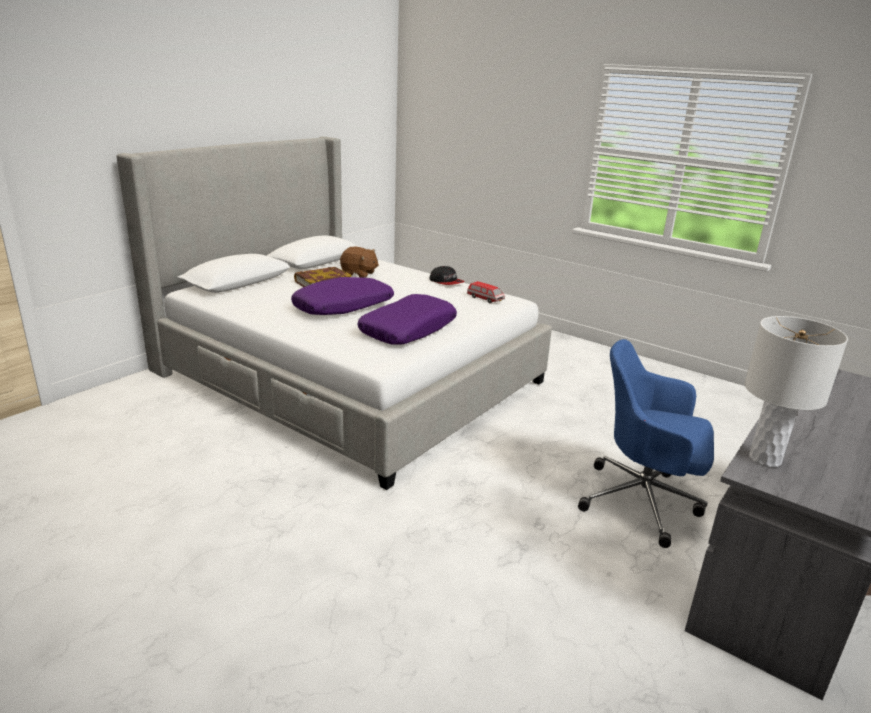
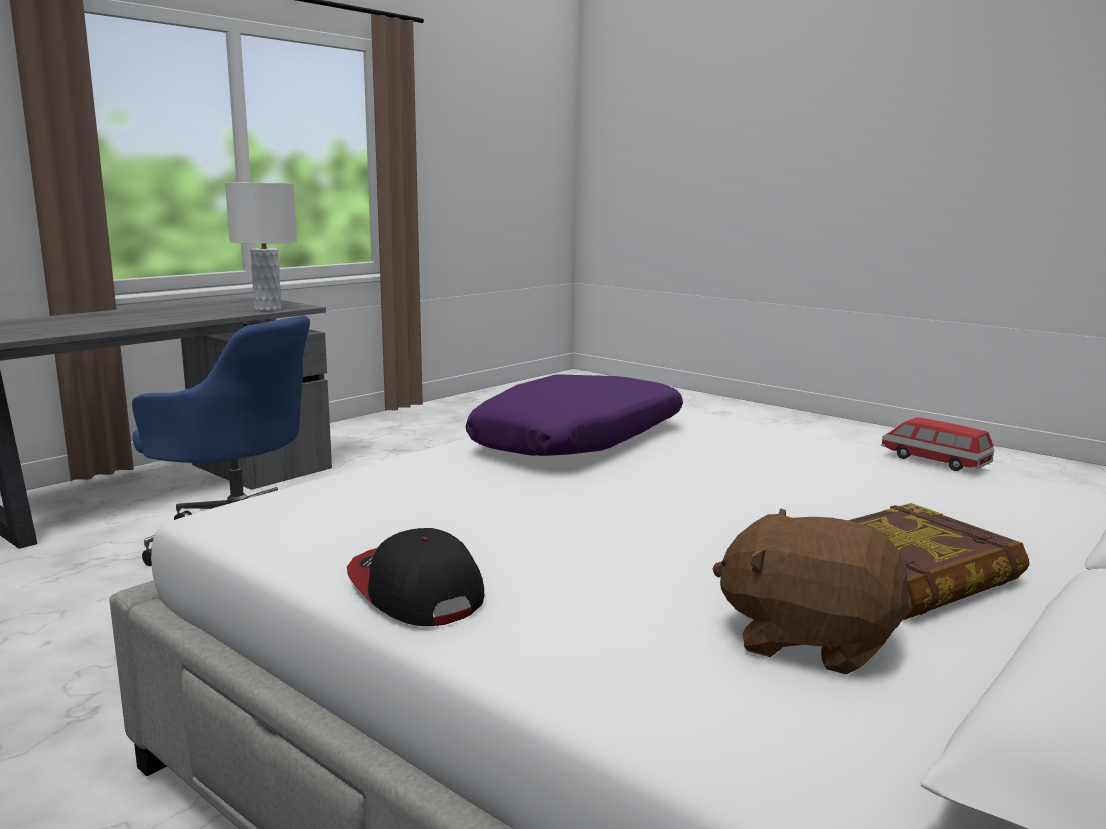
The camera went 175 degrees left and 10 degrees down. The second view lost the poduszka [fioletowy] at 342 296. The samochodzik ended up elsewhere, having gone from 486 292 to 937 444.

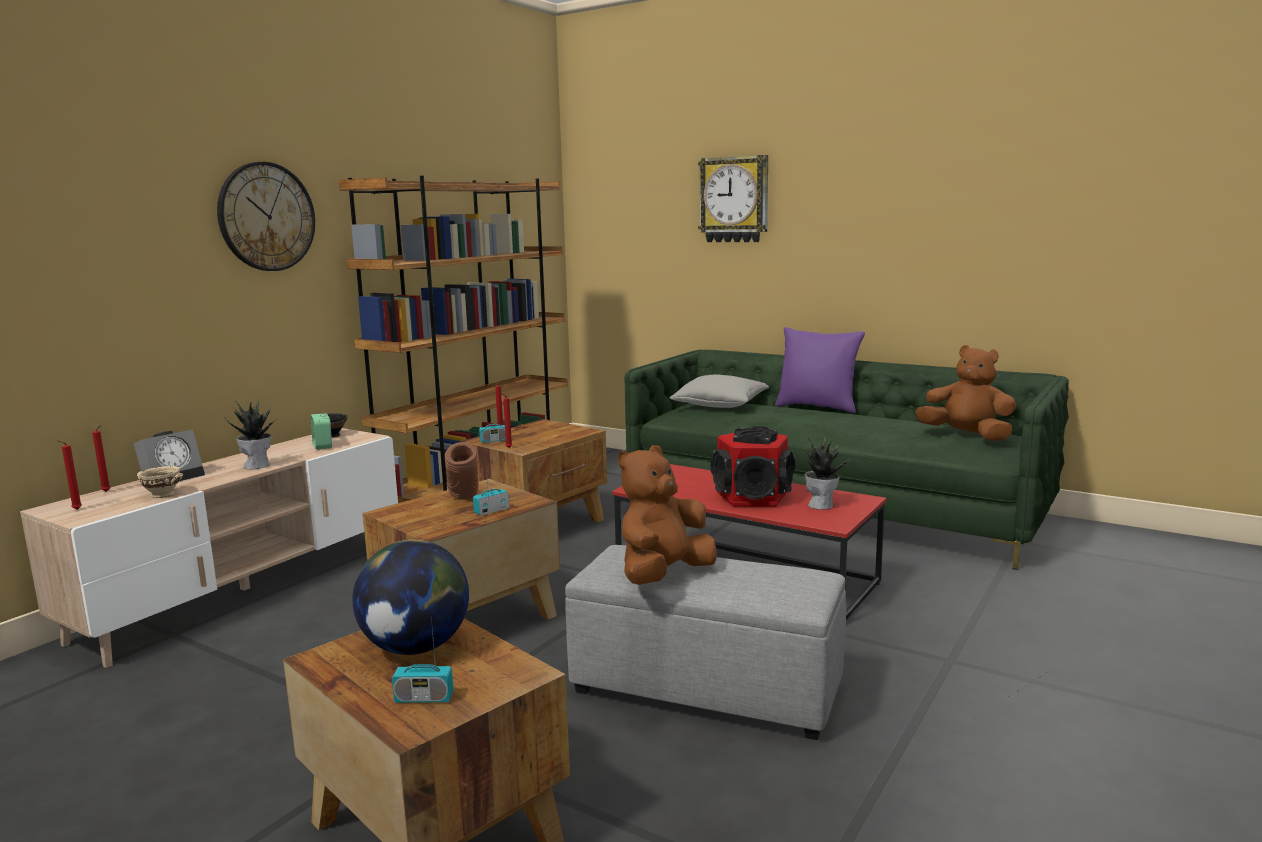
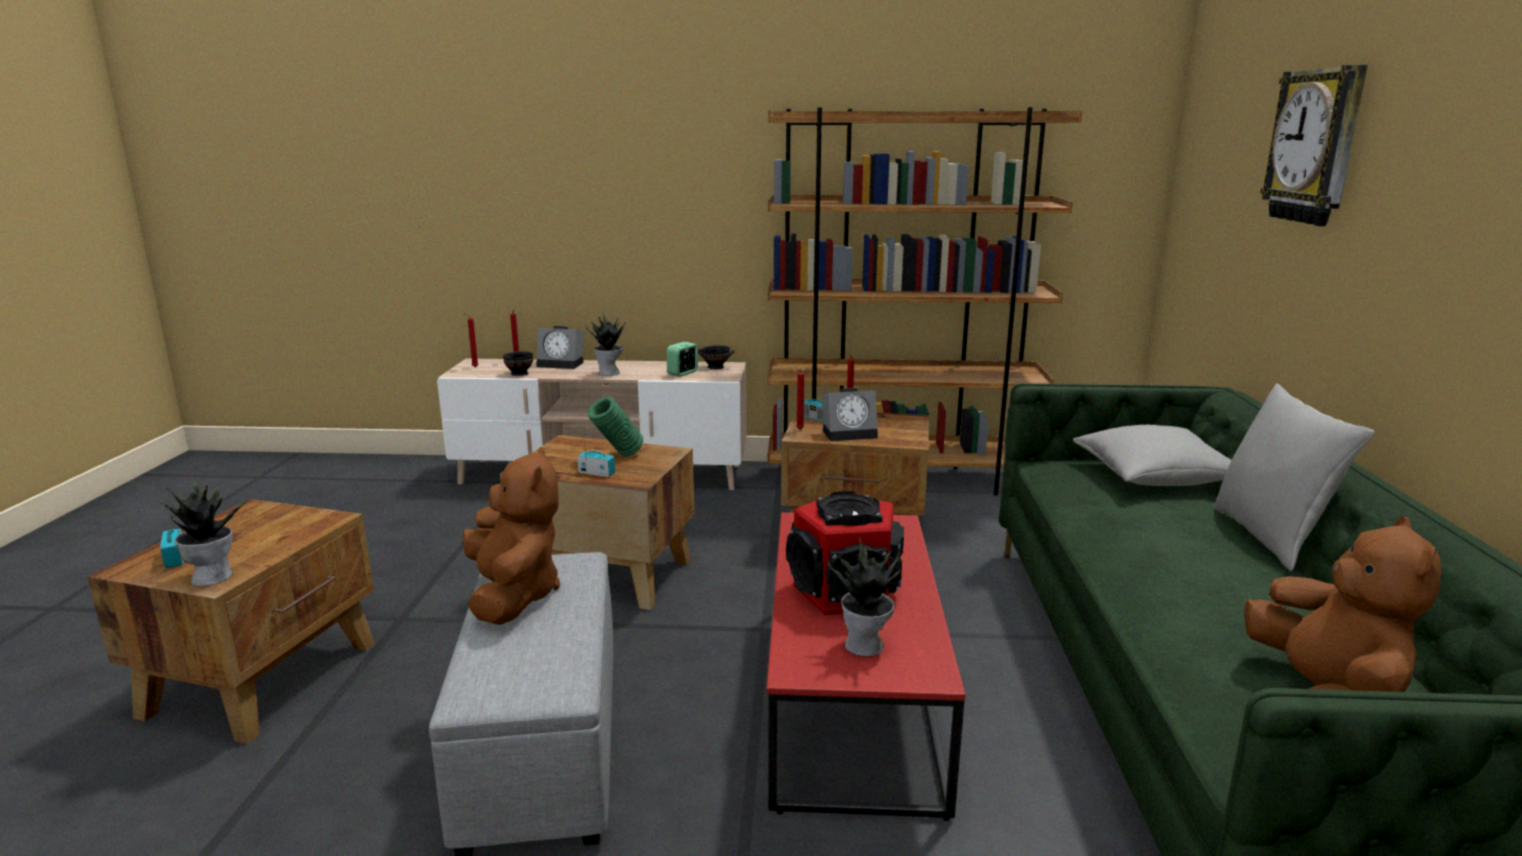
The camera went 60 degrees right and 5 degrees up. What was the miska [beżowy] at 160 482 turned into the miska [czarny] at 518 363. The second view lost the zegar ścienny at 266 216. The second view lost the globus at 410 597. What was the wazon [brązowy] at 462 470 turned into the wazon [zielony] at 615 426. The pluszak [brązowy] at 667 515 ended up facing another way, 60 degrees clockwise from before. What was the poduszka [fioletowy] at 820 370 turned into the poduszka [szary] at 1293 477. The second view gained the roślina doniczkowa at 204 531. The second view gained the budzik at 850 414.

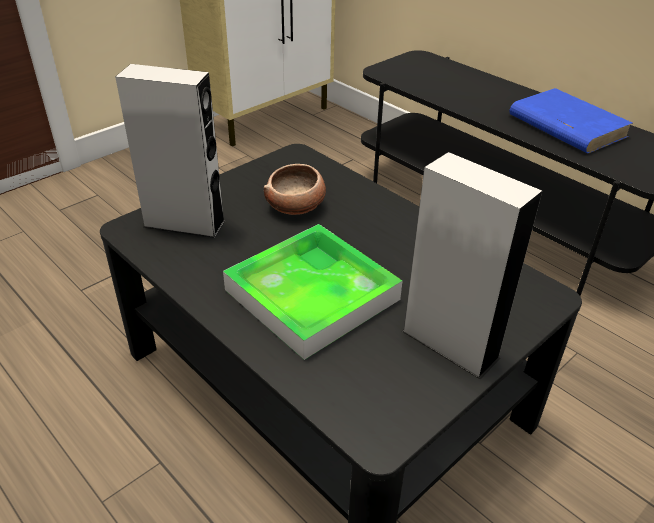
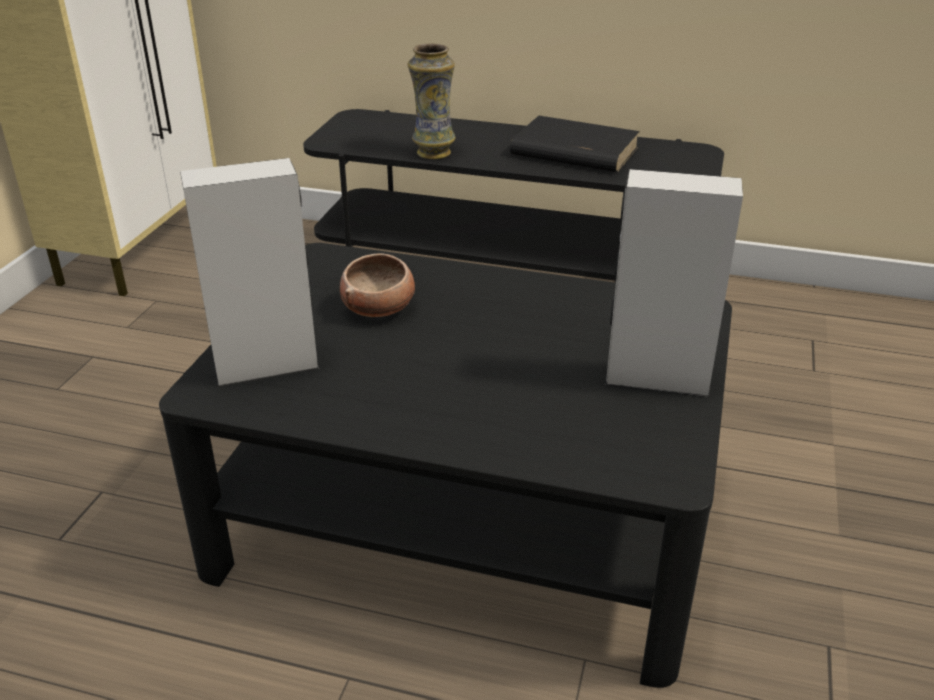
The camera went 30 degrees left and 5 degrees down. The second view lost the taca at 312 292. What was the książka [niebieski] at 571 121 turned into the książka [czarny] at 575 144. The second view gained the wazon at 432 101.

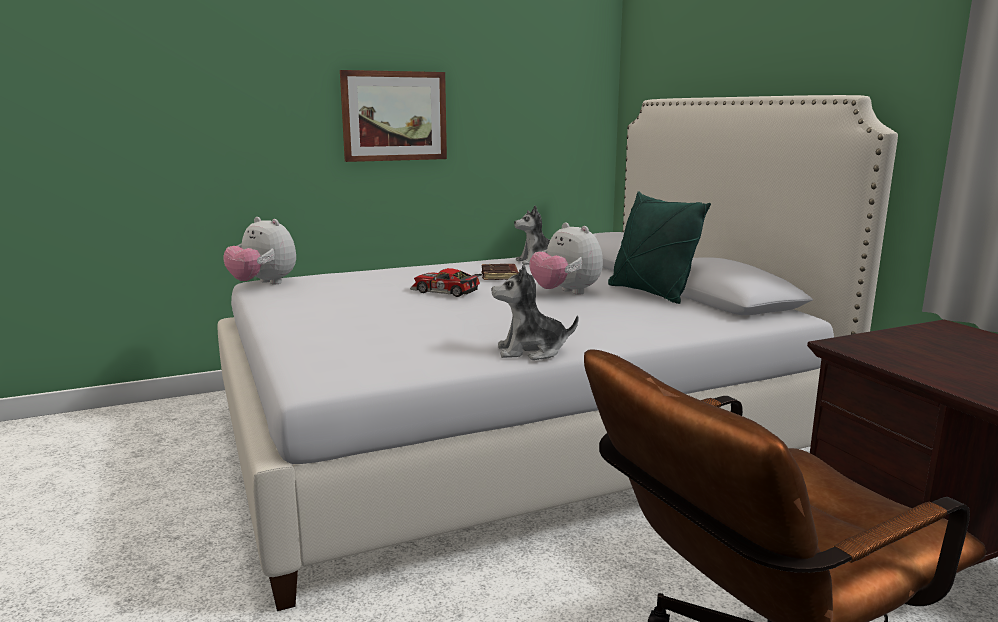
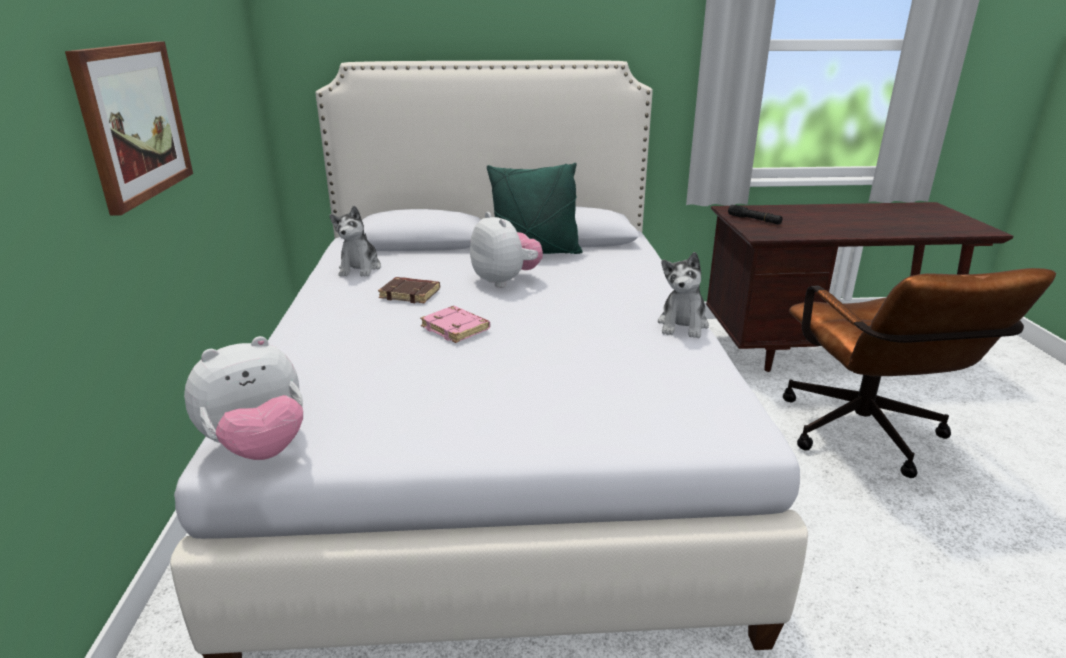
The camera went 70 degrees left and 10 degrees up. Where the samochodzik stood at 446 282, the książka [różowy] came to stand at 455 324. The pluszak at 566 258 ended up facing another way, 105 degrees counterclockwise from before. The second view gained the latarka [czarny] at 755 214.

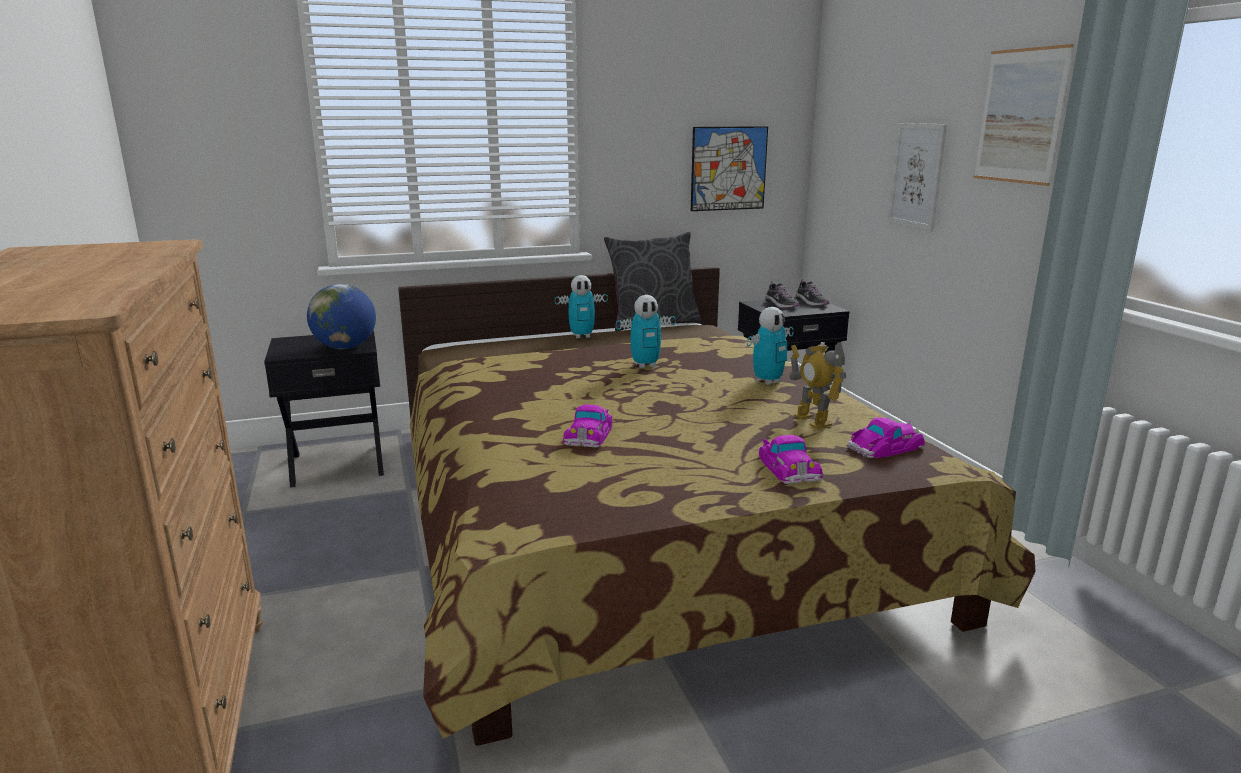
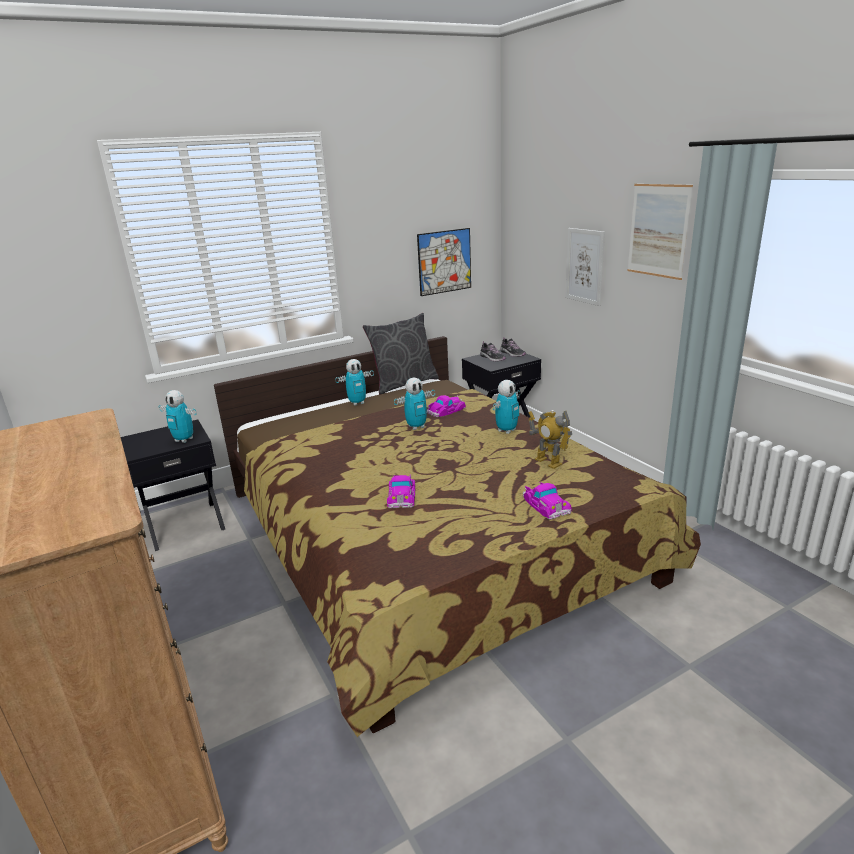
The camera went 10 degrees left and 5 degrees up. Where the globus stood at 341 316, the robot zabawkowy came to stand at 177 416. The samochodzik ended up elsewhere, having gone from 886 437 to 446 406.

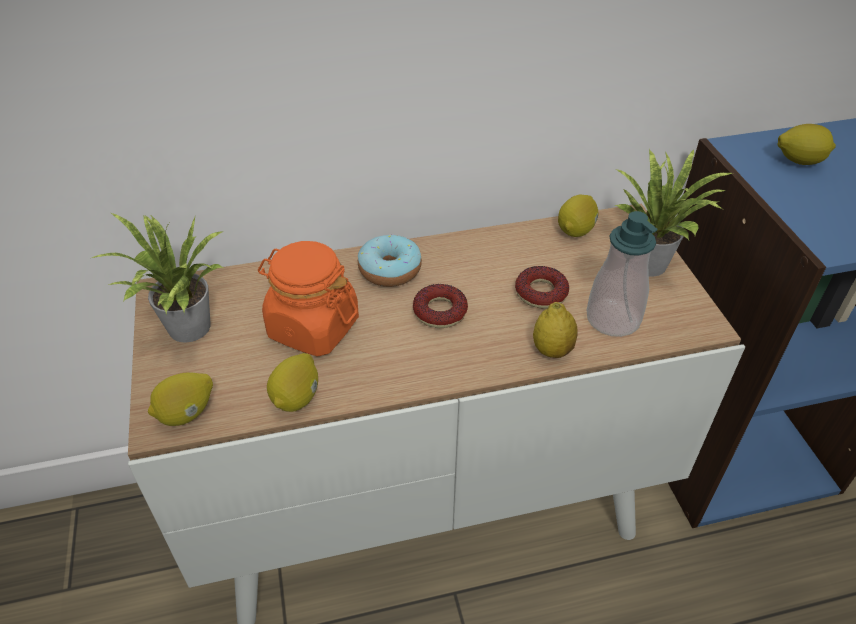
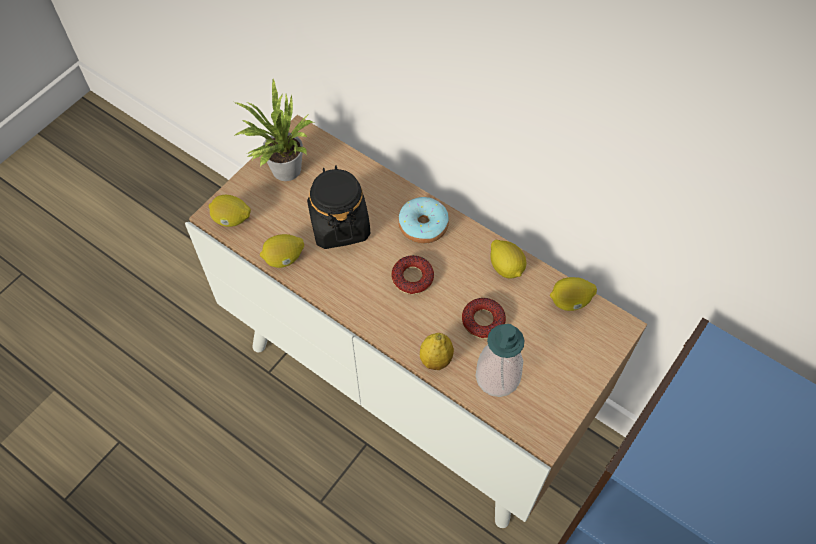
The camera went 50 degrees right and 15 degrees up. What was the słoik [pomarańczowy] at 308 299 turned into the słoik [czarny] at 338 207. The second view lost the roślina doniczkowa at 673 212. The cytryna ended up elsewhere, having gone from 807 144 to 508 259.

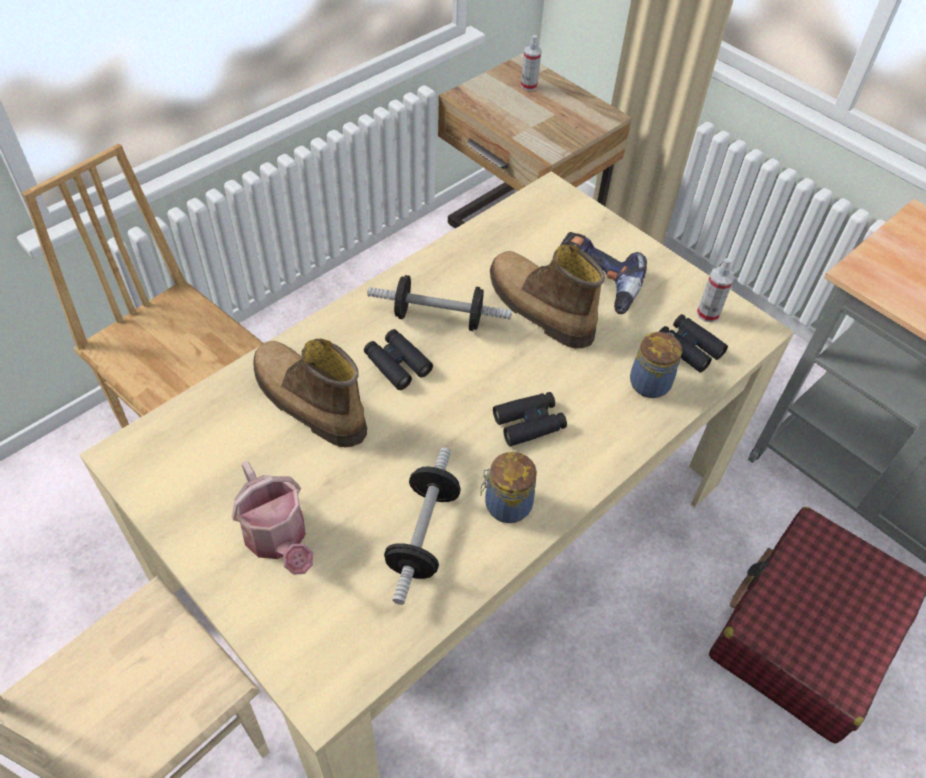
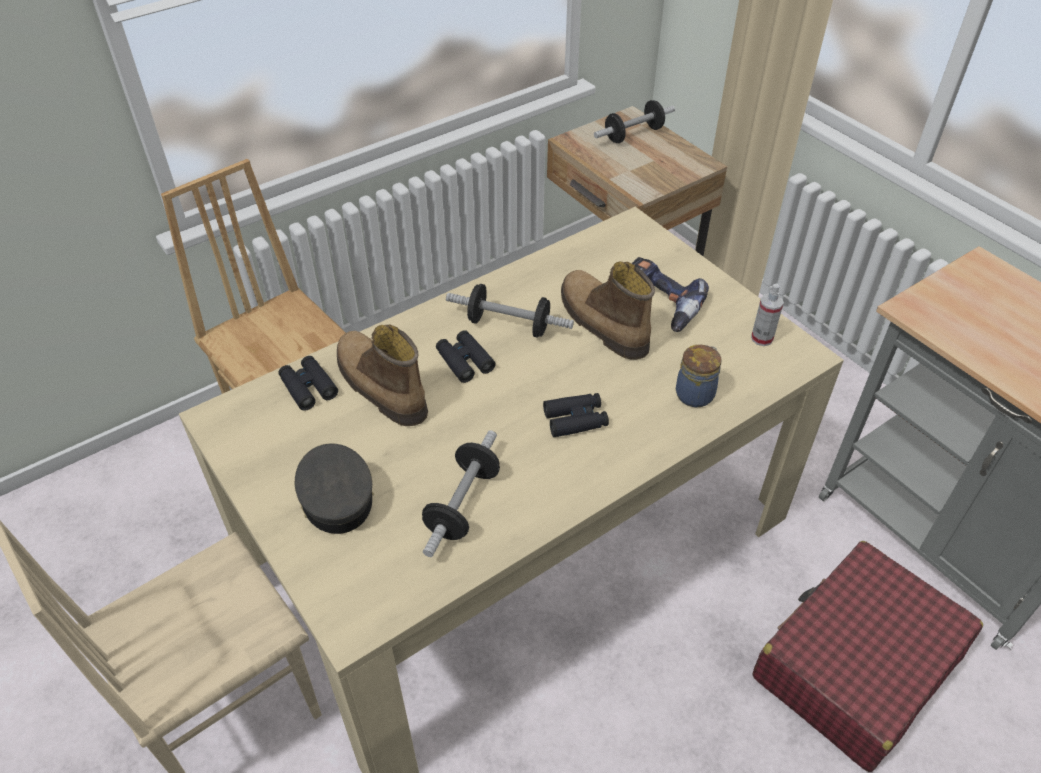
The camera went 10 degrees right and 5 degrees down. Where the konewka stood at 272 518, the czapka z daszkiem [szary] came to stand at 334 489. The second view lost the słoik at 508 487. Where the spryskiwacz stood at 531 63, the hantel came to stand at 634 121. The lornetka [czarny] ended up elsewhere, having gone from 693 343 to 308 383.

